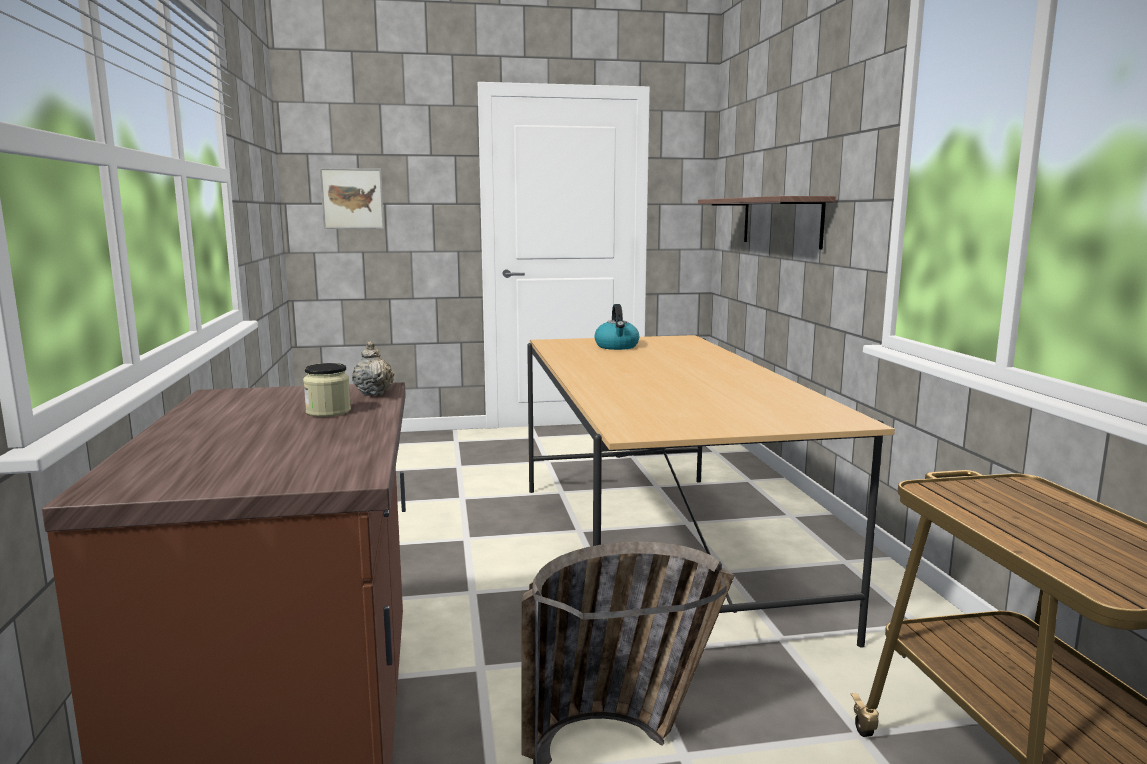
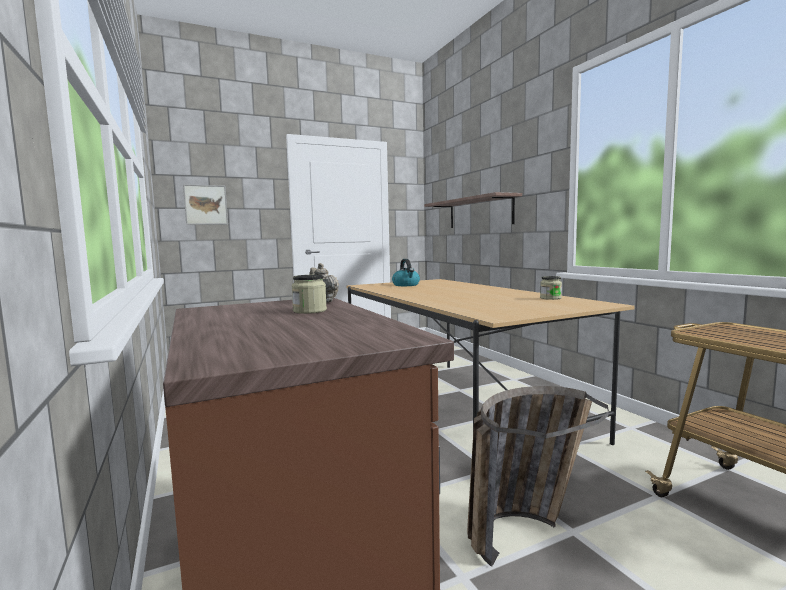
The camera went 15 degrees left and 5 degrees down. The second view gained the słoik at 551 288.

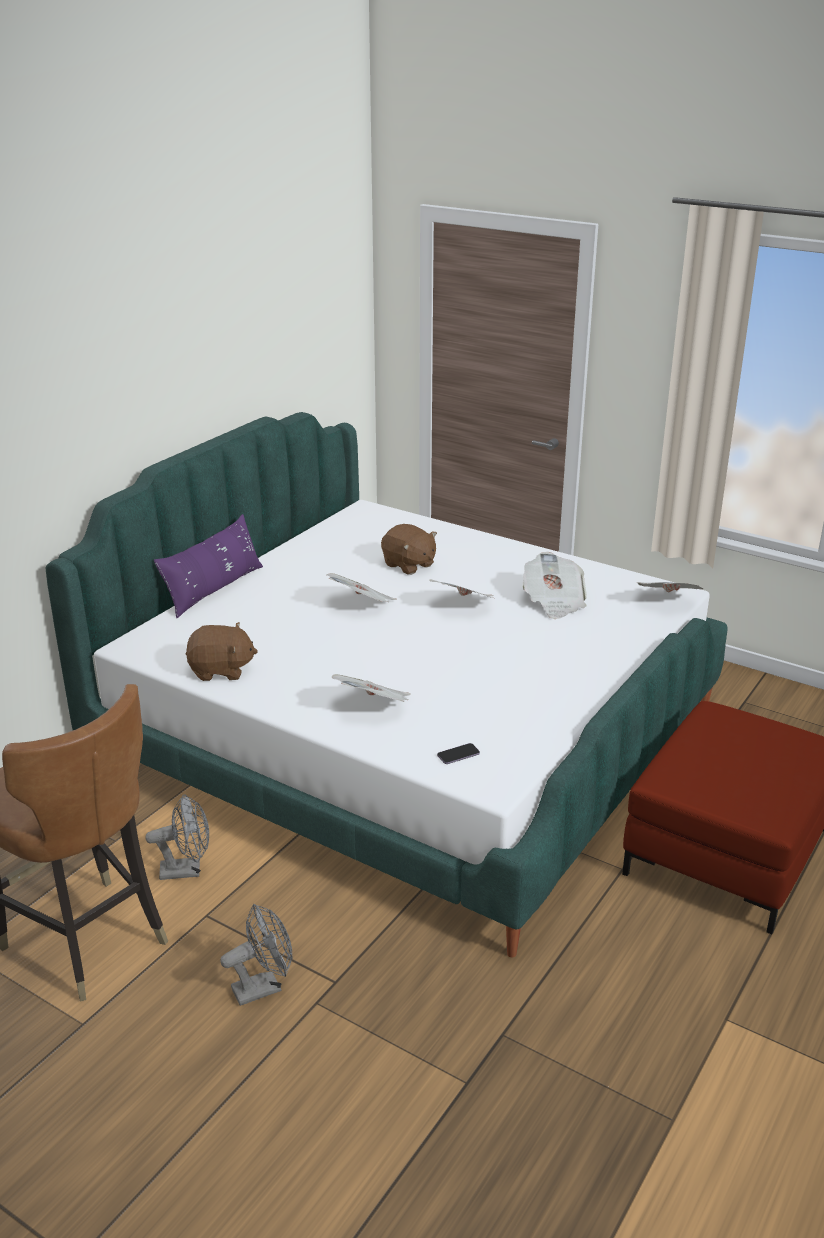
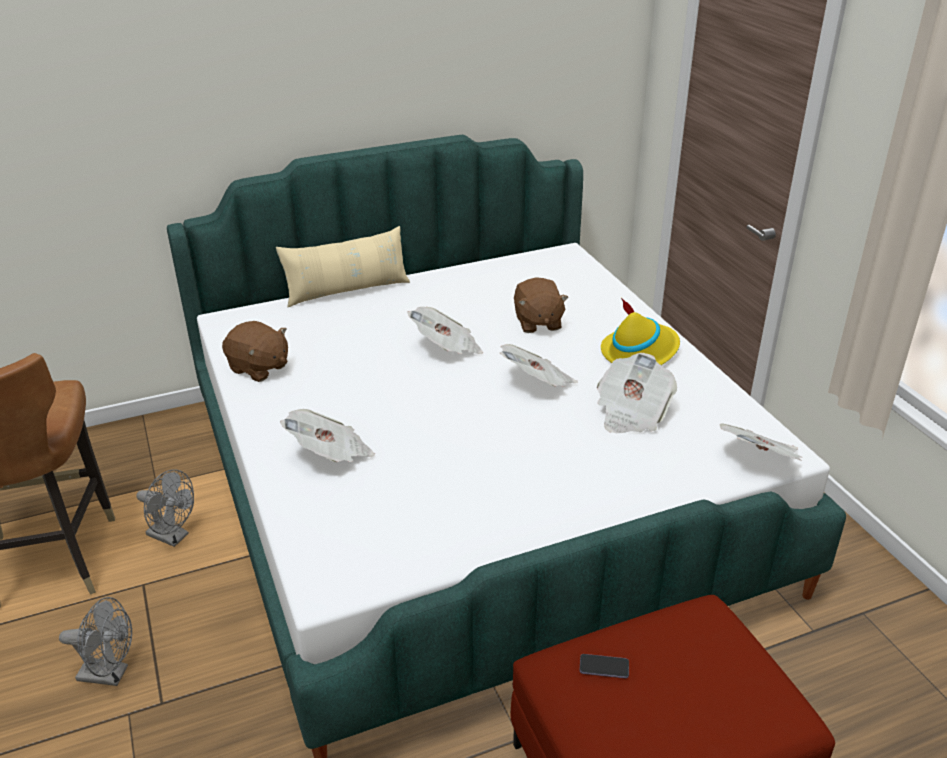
The camera went 35 degrees right and 5 degrees up. What was the poduszka [fioletowy] at 208 566 turned into the poduszka [beżowy] at 343 266. The telefon ended up elsewhere, having gone from 458 753 to 604 666. The second view gained the kapelusz [żółty] at 640 331.

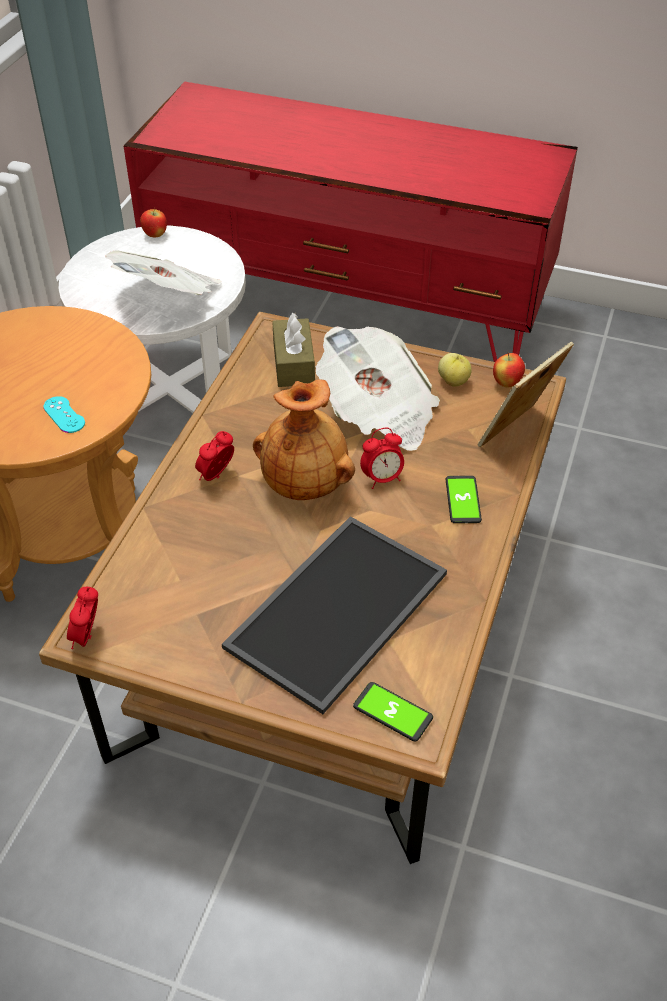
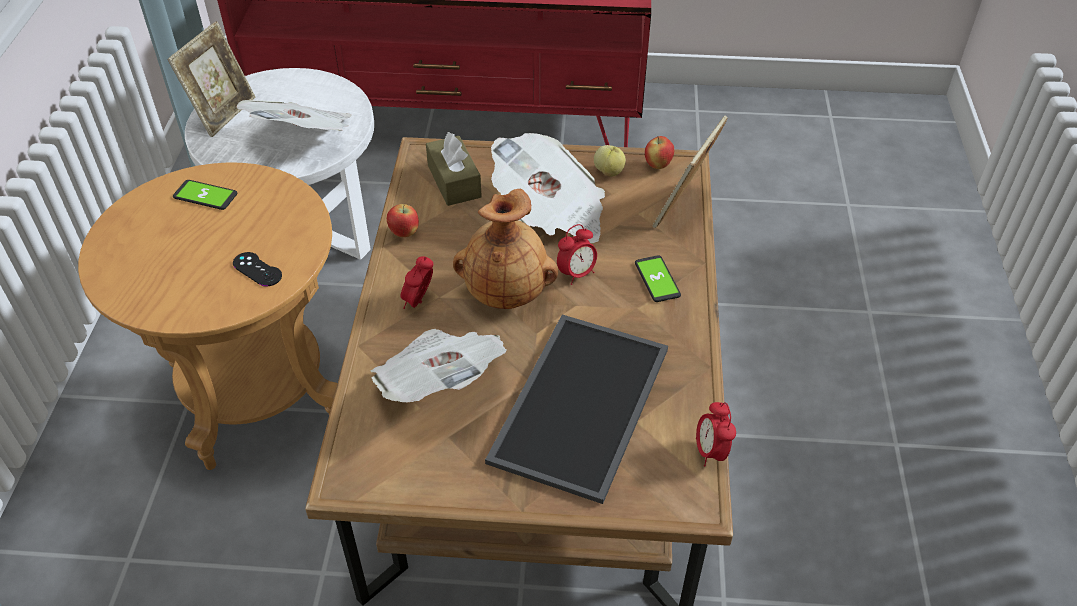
The camera went 15 degrees left and 0 degrees up. What was the pad do gier [turkusowy] at 64 414 turned into the pad do gier [czarny] at 257 269. The budzik ended up elsewhere, having gone from 82 618 to 716 434. The jabłko ended up elsewhere, having gone from 153 222 to 403 220. The telefon ended up elsewhere, having gone from 393 711 to 205 195. The second view gained the ramka na zdjęcie at 211 79. The second view gained the gazeta at 438 365.

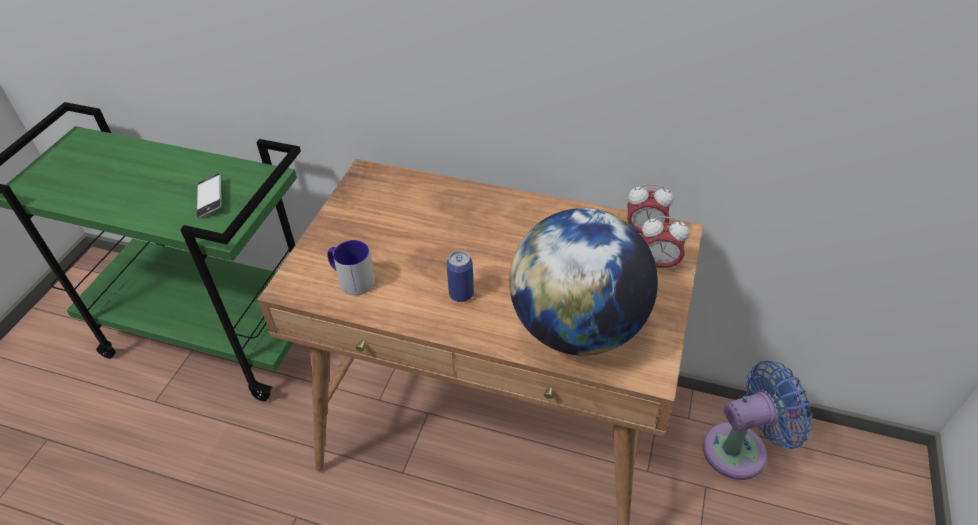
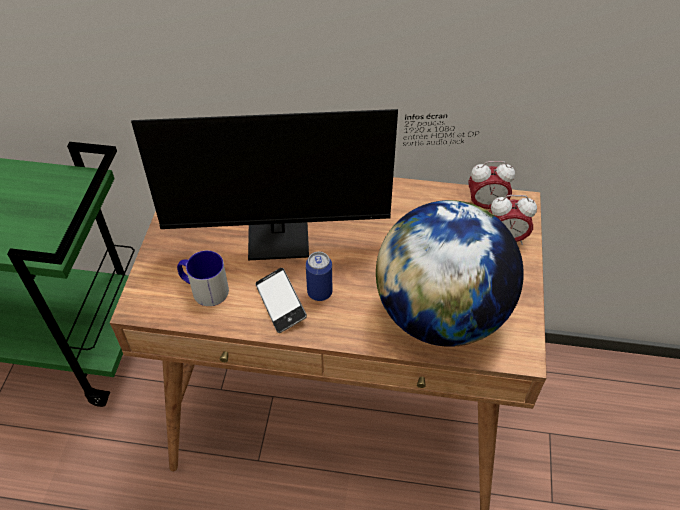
The camera went 10 degrees left and 5 degrees up. The telefon ended up elsewhere, having gone from 209 195 to 281 300. The second view lost the wentylator [niebieski] at 758 420. The second view gained the monitor at 305 184.

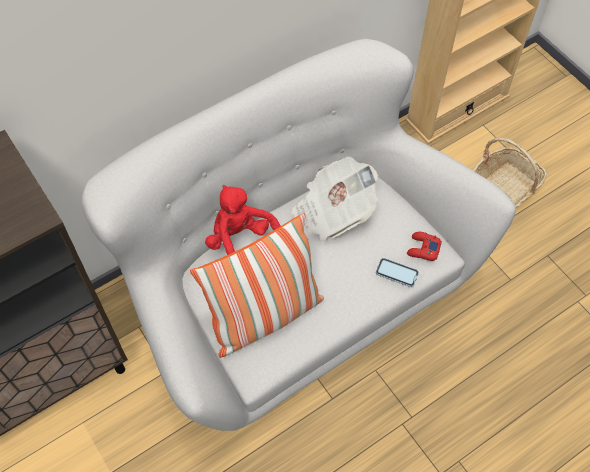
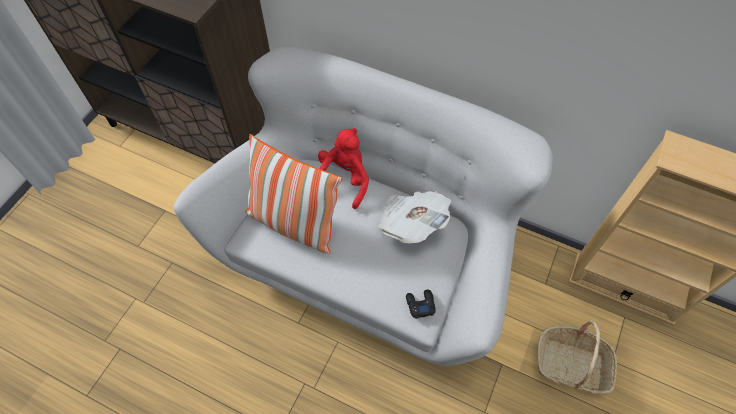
The camera went 60 degrees right and 0 degrees up. The second view lost the telefon at 397 272. What was the pad do gier [czerwony] at 424 246 turned into the pad do gier [czarny] at 421 304.

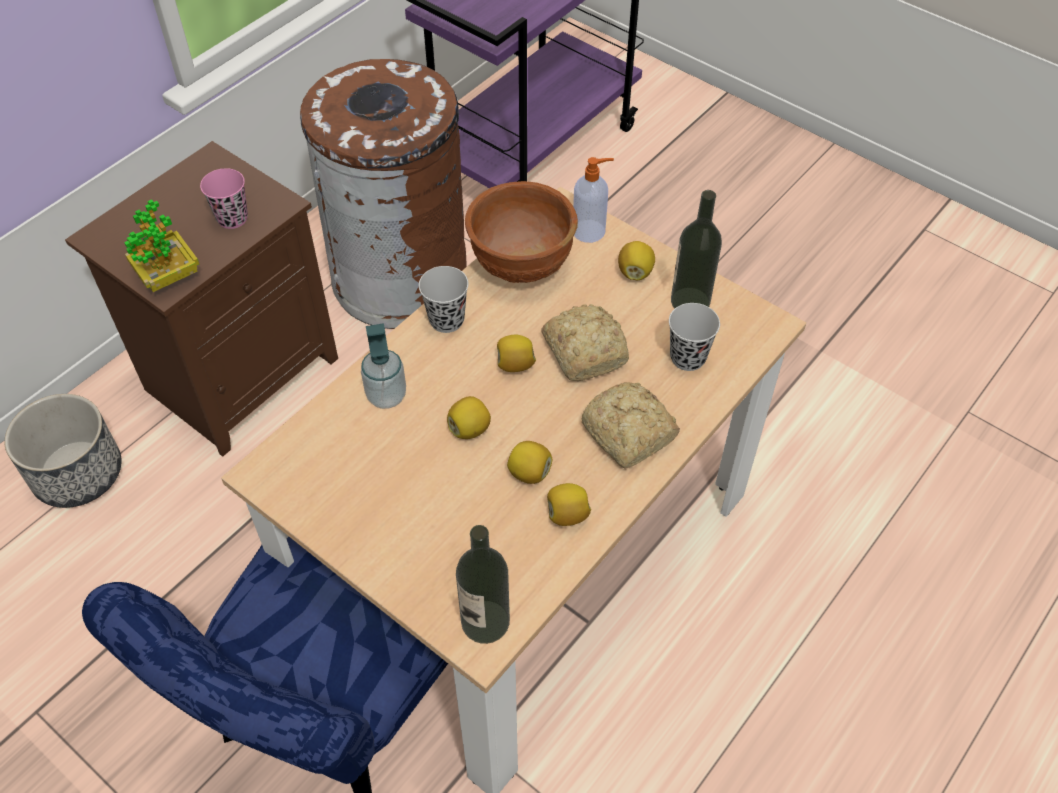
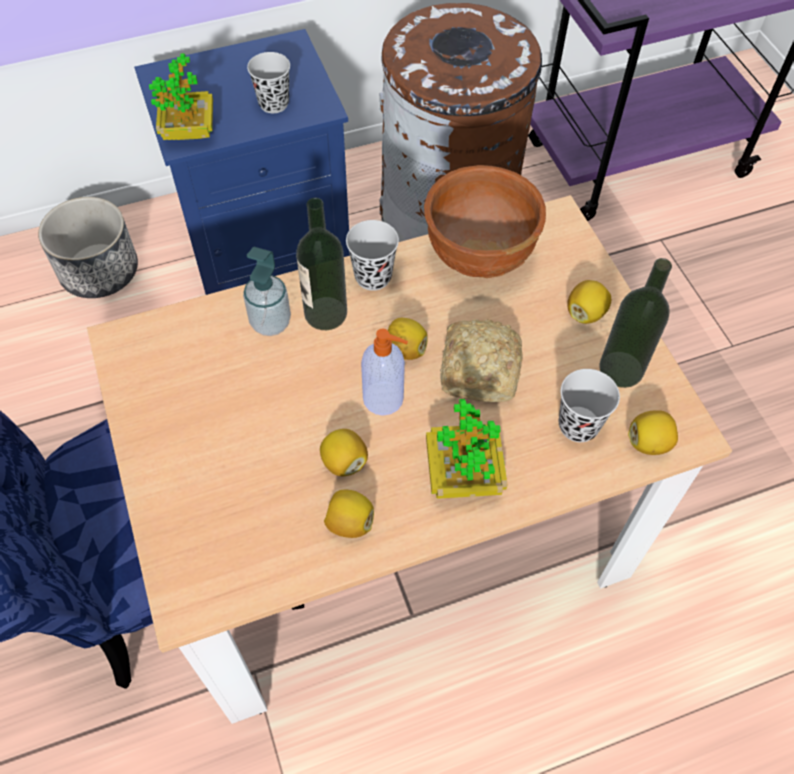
The camera went 30 degrees right and 5 degrees up. What was the szafka nocna [brązowy] at 201 299 turned into the szafka nocna [niebieski] at 242 162. What was the filiżanka [różowy] at 224 198 turned into the filiżanka [czarny] at 268 82. The cytryna ended up elsewhere, having gone from 469 417 to 653 432. The butelka ended up elsewhere, having gone from 483 584 to 321 264. The dozownik mydła ended up elsewhere, having gone from 593 200 to 384 372. Where the chleb stood at 631 425, the roślina doniczkowa came to stand at 467 449.

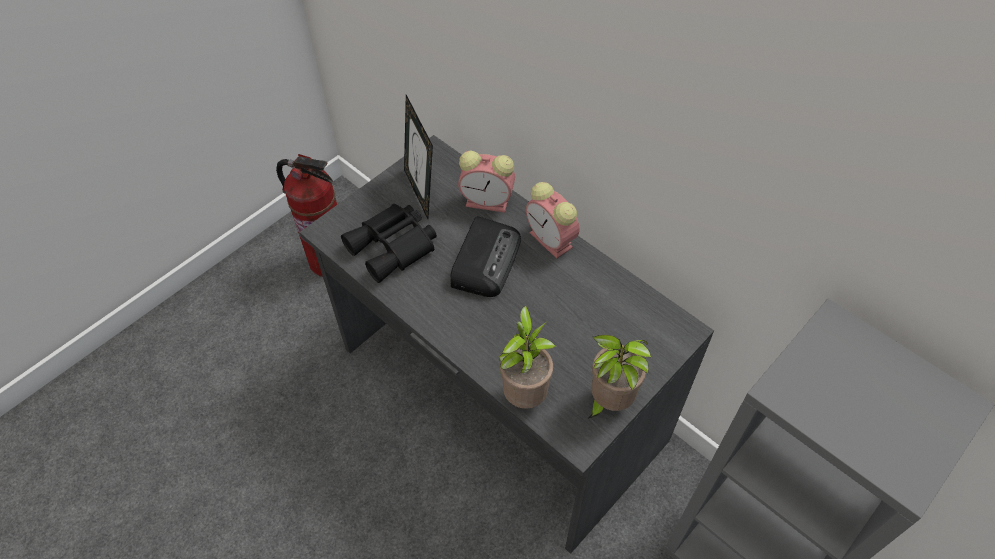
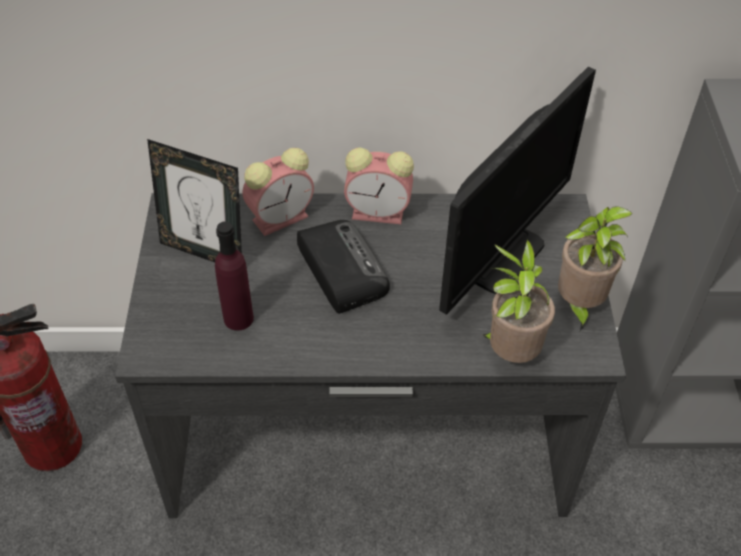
The camera went 45 degrees left and 5 degrees down. Where the lornetka [czarny] stood at 389 243, the butelka [fioletowy] came to stand at 234 275. The second view gained the monitor at 517 191.

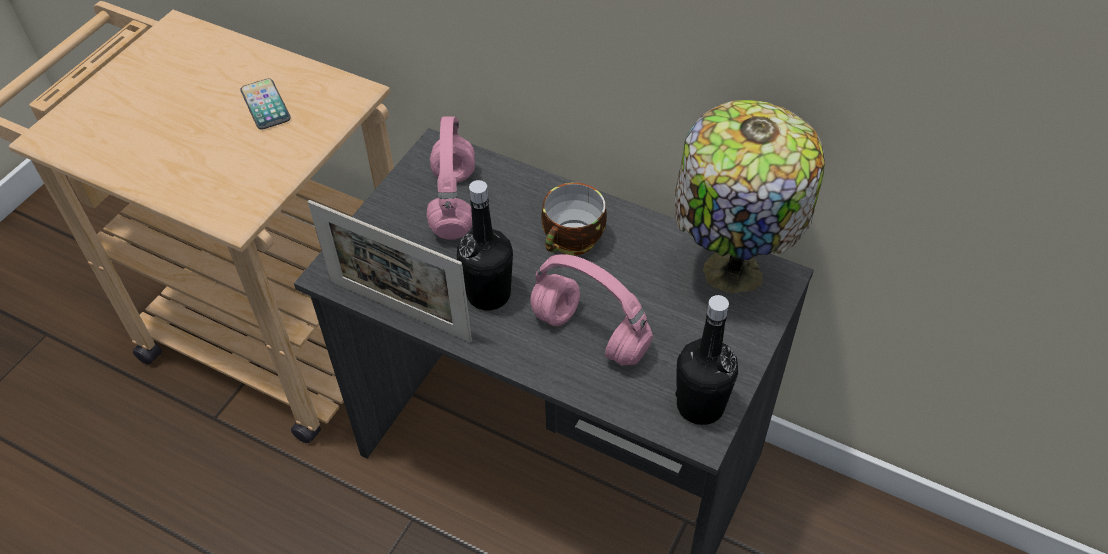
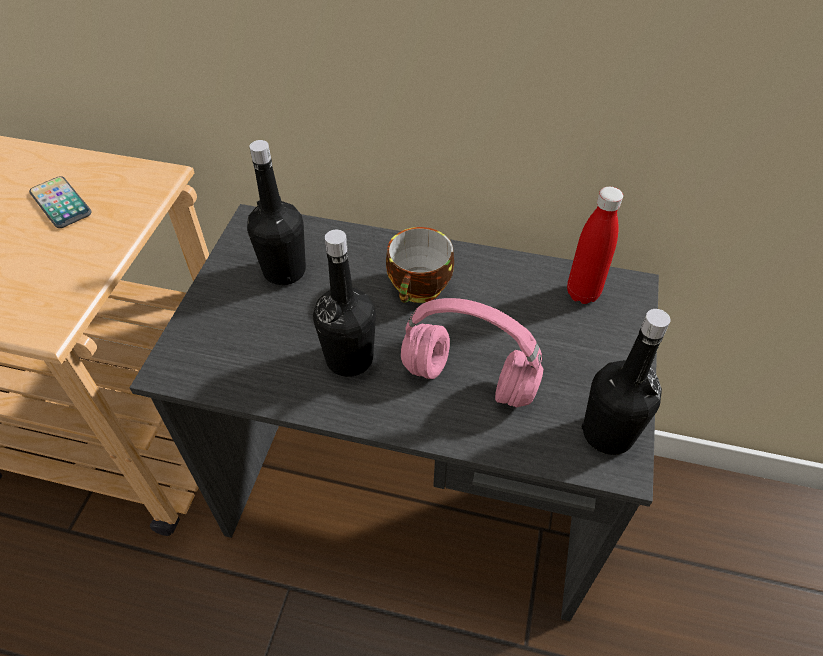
The camera went 15 degrees left and 0 degrees up. The second view lost the ramka na zdjęcie at 390 271. Where the słuchawki [różowy] stood at 450 178, the butelka [czarny] came to stand at 276 212. Where the lampa stołowa stood at 750 196, the butelka [czerwony] came to stand at 595 245.

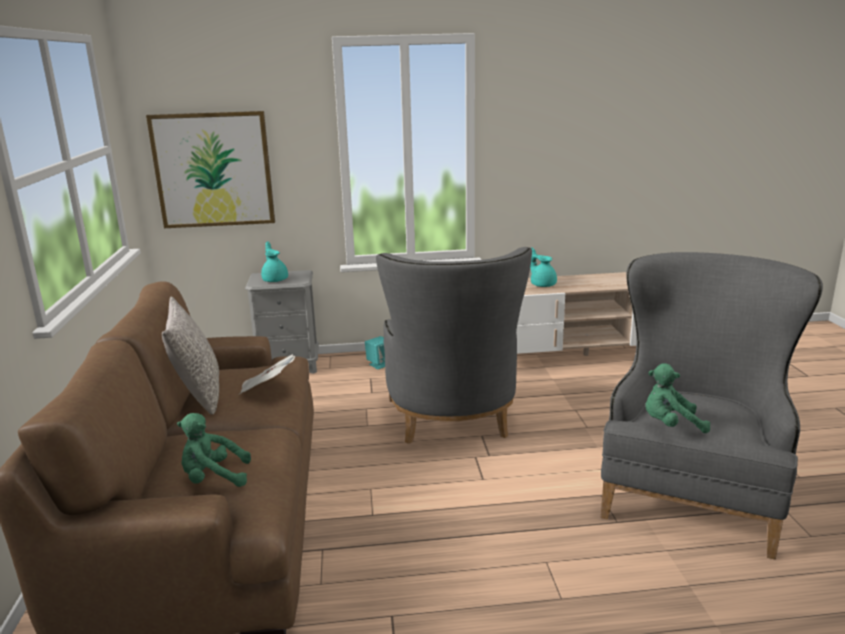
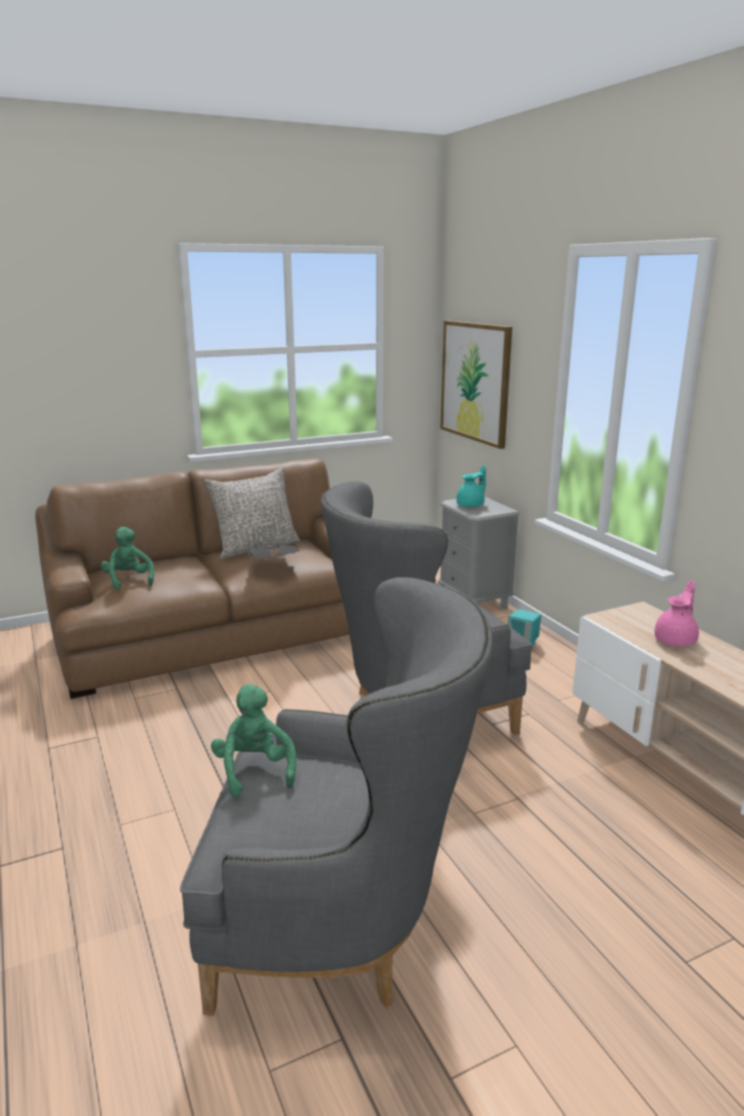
The camera went 70 degrees right and 0 degrees up. What was the imbryk [turkusowy] at 543 267 turned into the imbryk [różowy] at 677 613.

